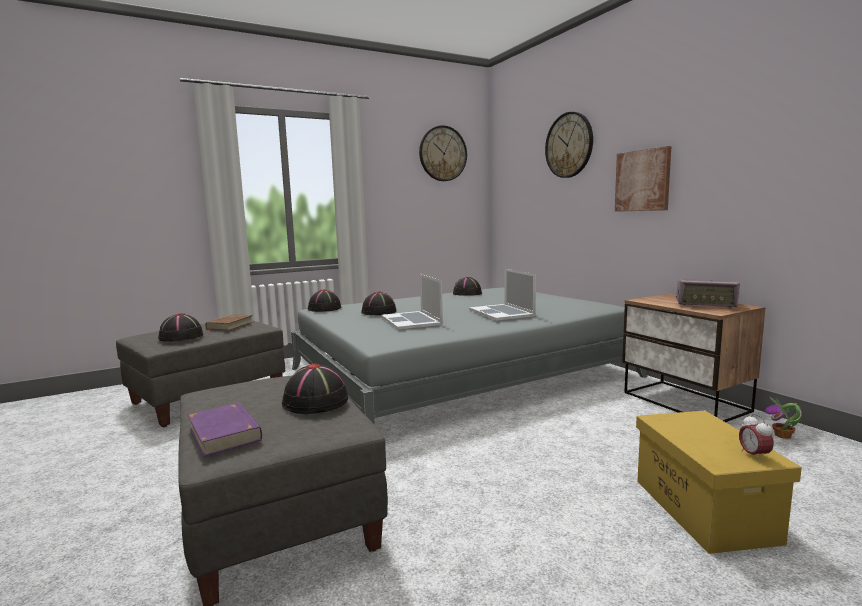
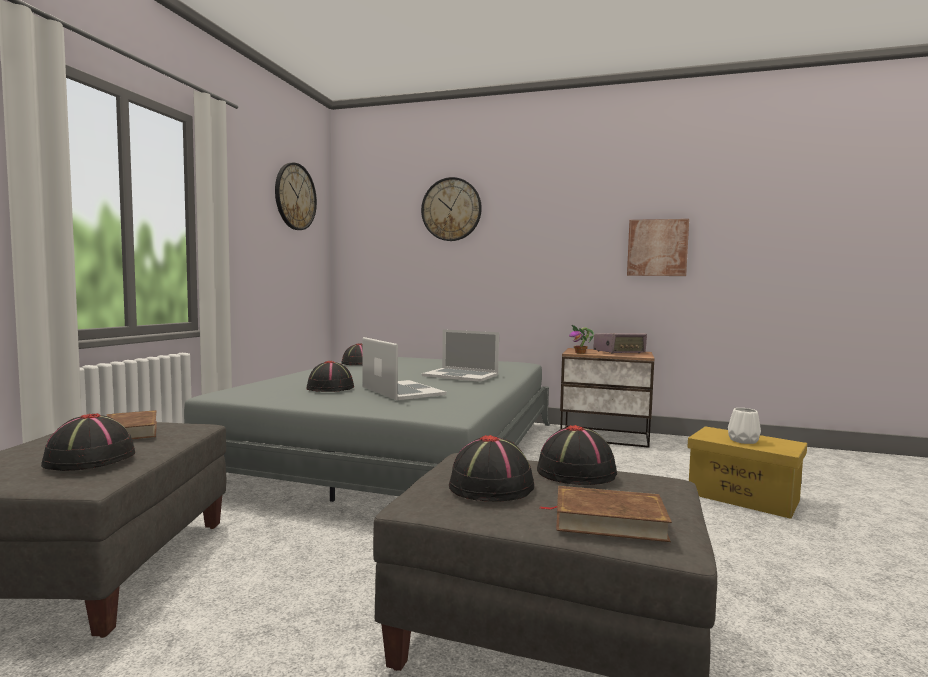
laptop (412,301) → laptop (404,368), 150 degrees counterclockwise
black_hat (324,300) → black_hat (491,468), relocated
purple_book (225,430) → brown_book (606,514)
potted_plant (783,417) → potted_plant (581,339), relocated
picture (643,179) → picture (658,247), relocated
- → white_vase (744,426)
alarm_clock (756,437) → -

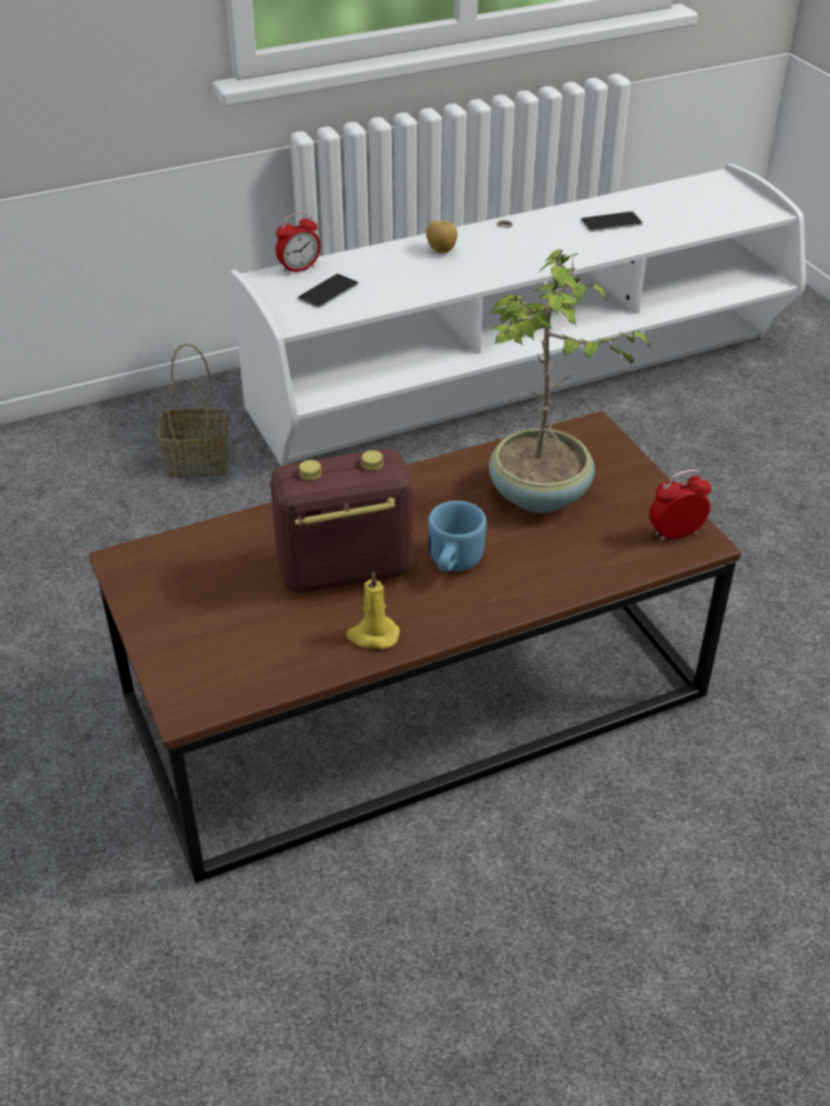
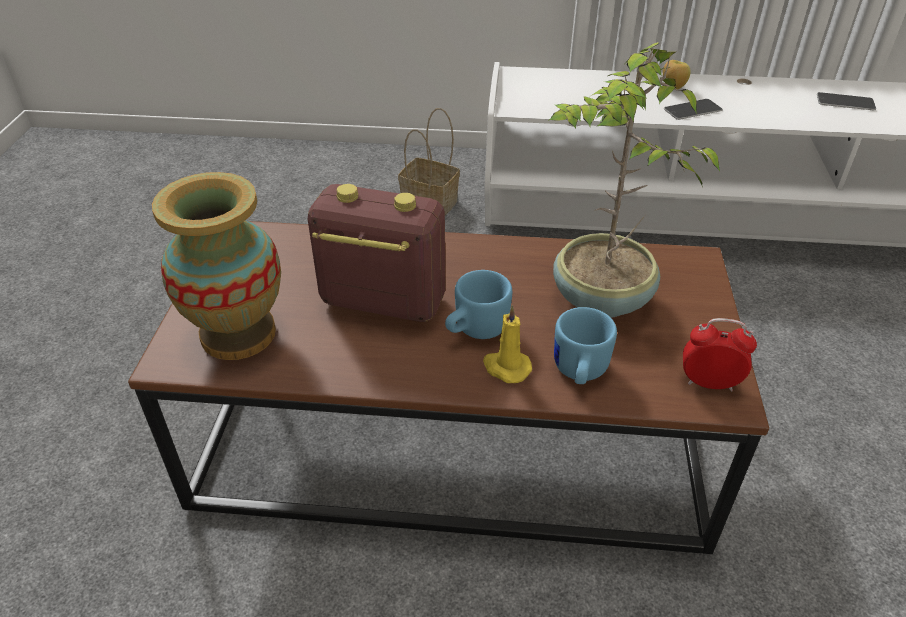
- → vase (216,266)
yellow_candle (373,610) → yellow_candle (507,344), relocated
- → blue_mug (585,345)
phone (328,291) → phone (693,109), relocated
alarm_clock (298,243) → -

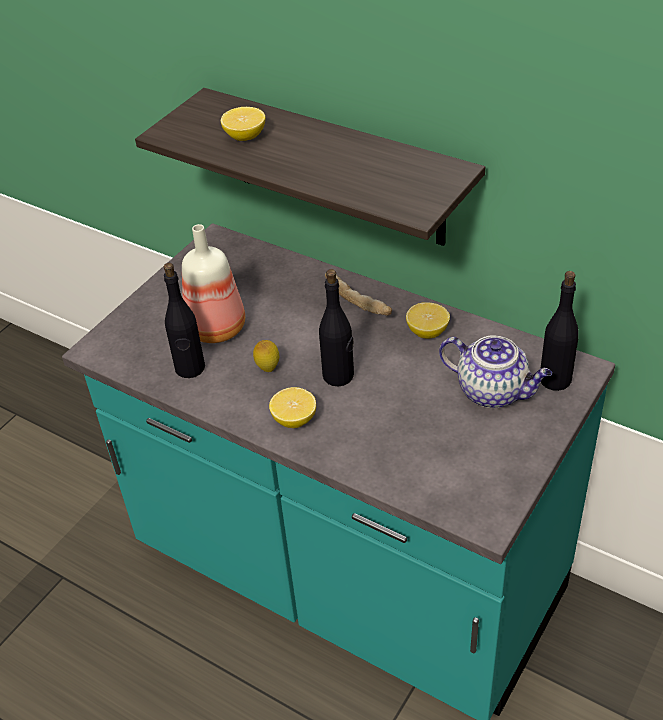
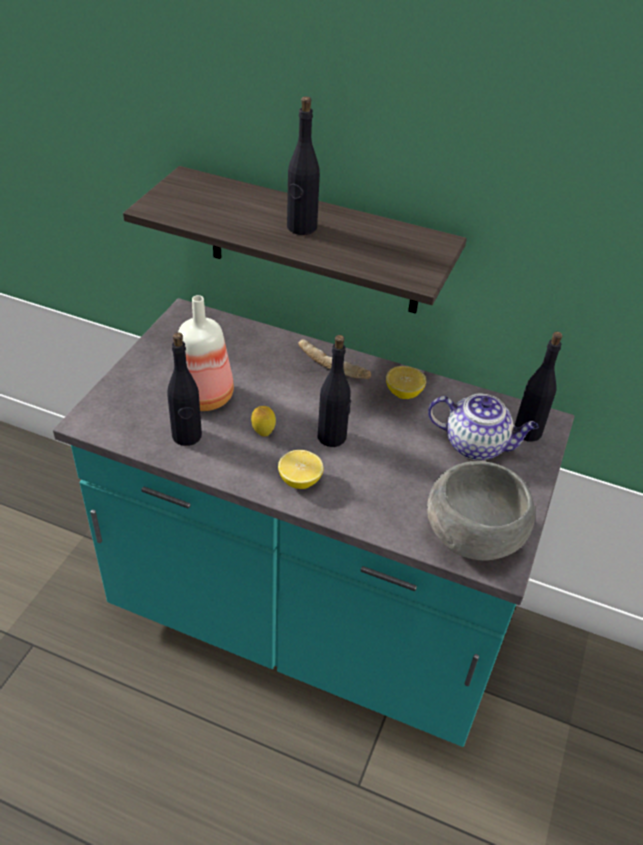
- → black_bottle (303,165)
- → grey_bowl (481,511)
lemon (243,124) → -

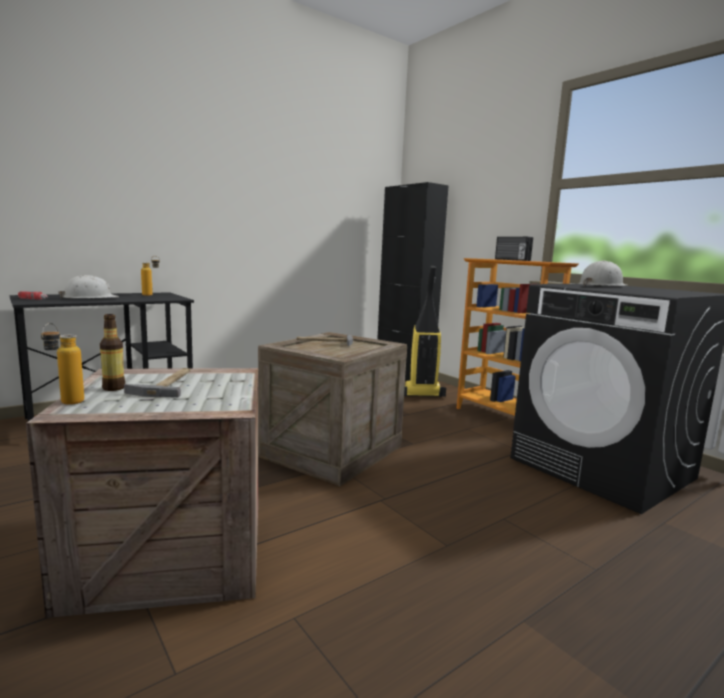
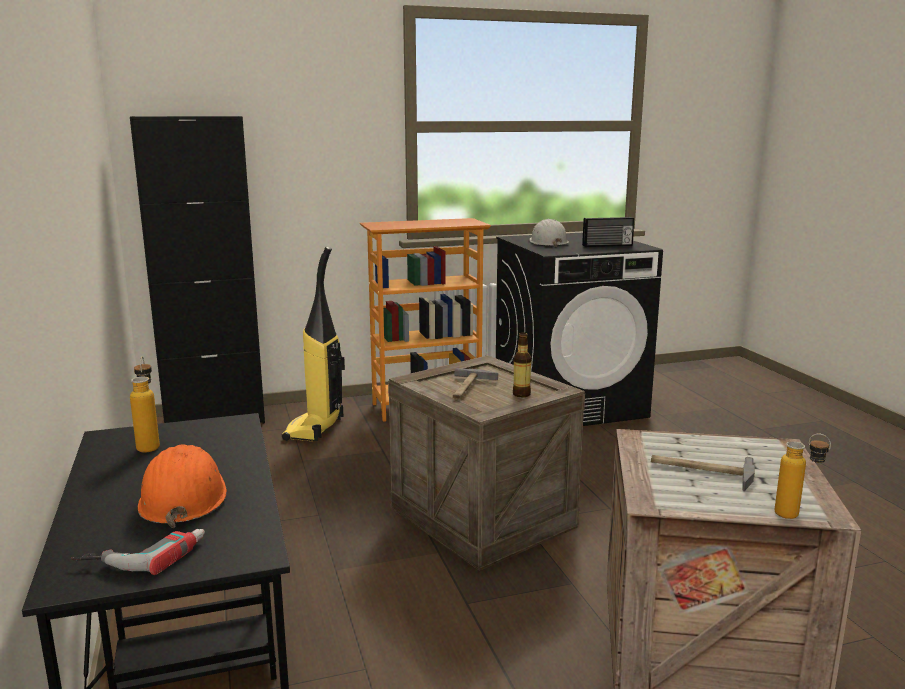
white_hard_hat (89,286) → orange_hard_hat (182,486)
bottle (112,352) → bottle (522,364), relocated
radio (514,249) → radio (608,232), relocated

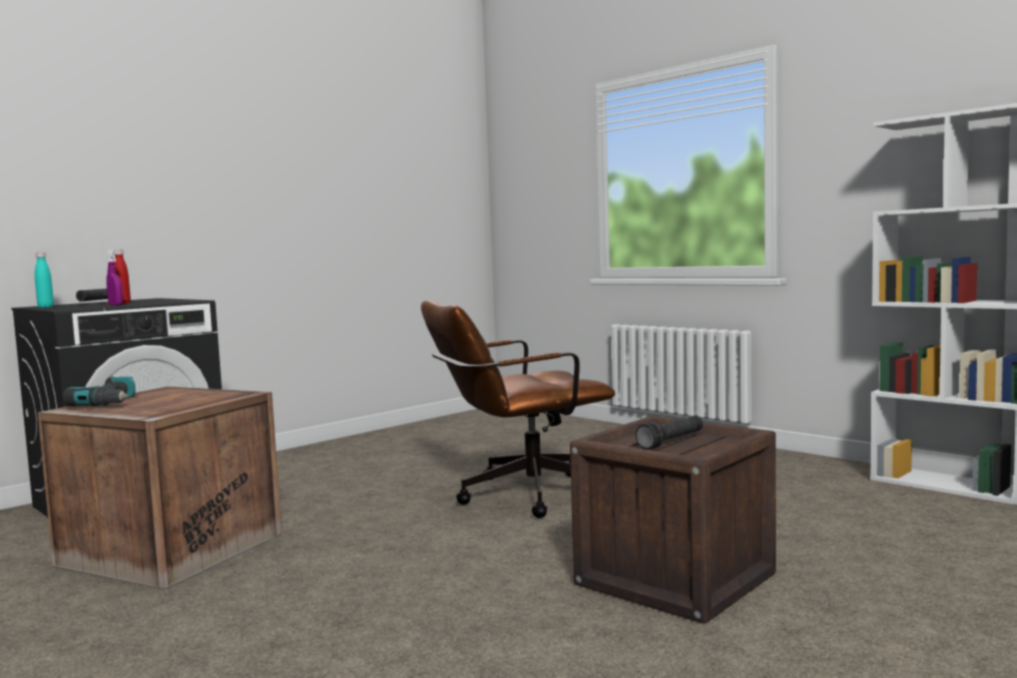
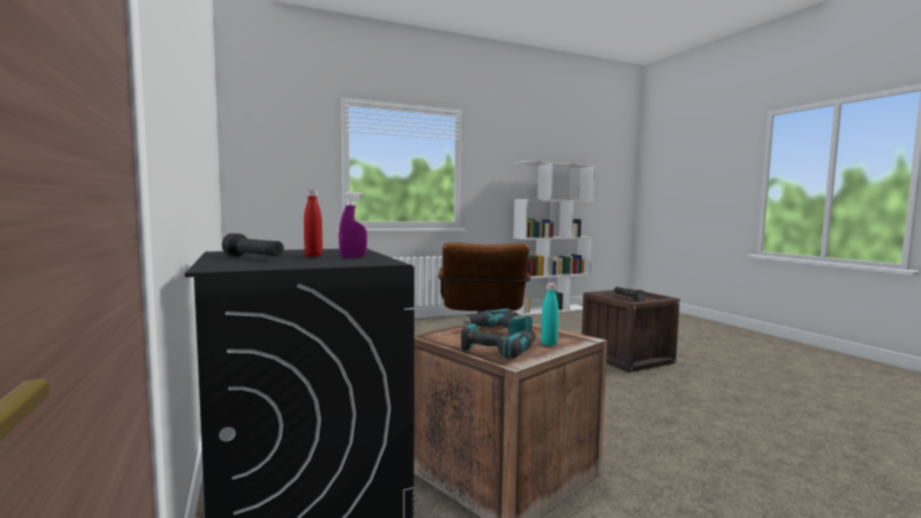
- → power_drill (497,322)
turquoise_bottle (44,280) → turquoise_bottle (550,314), relocated

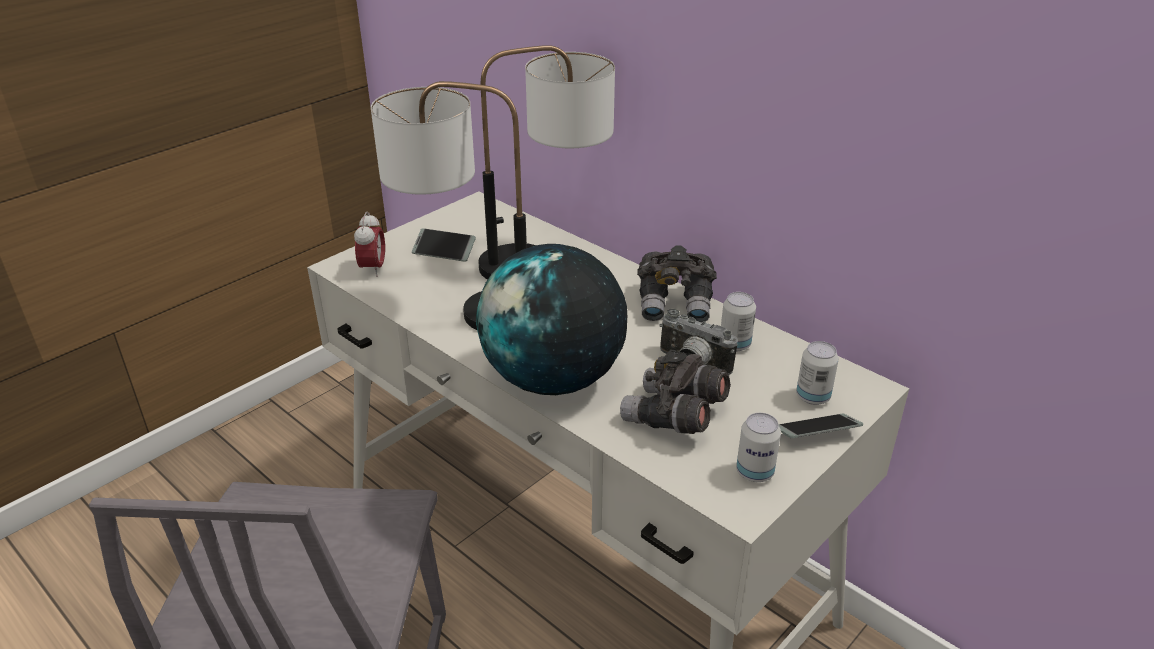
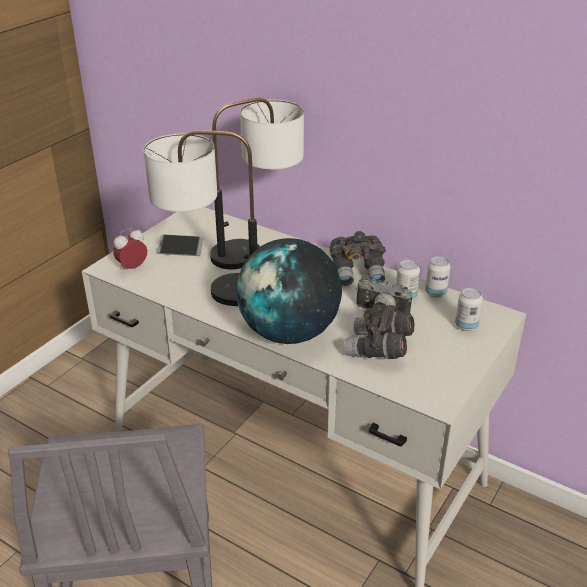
alarm_clock (369,244) → alarm_clock (130,248), 120 degrees counterclockwise
can (758,447) → can (438,277), relocated
phone (820,426) → -

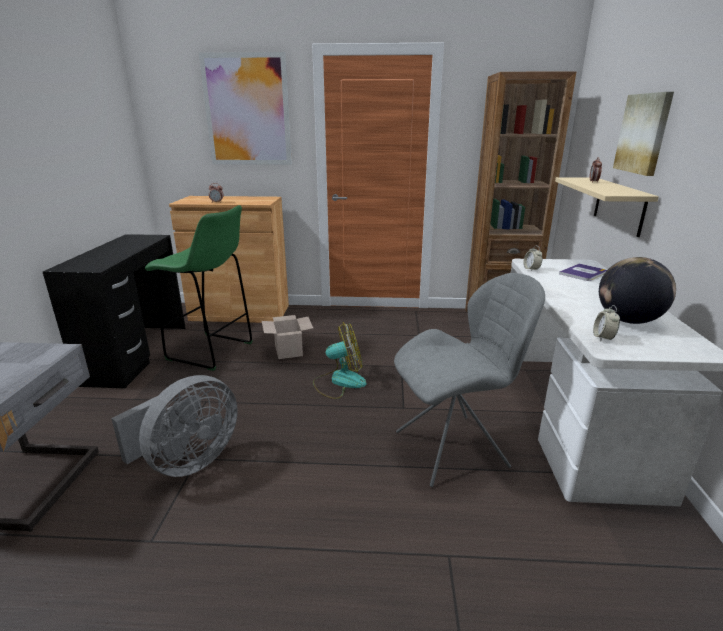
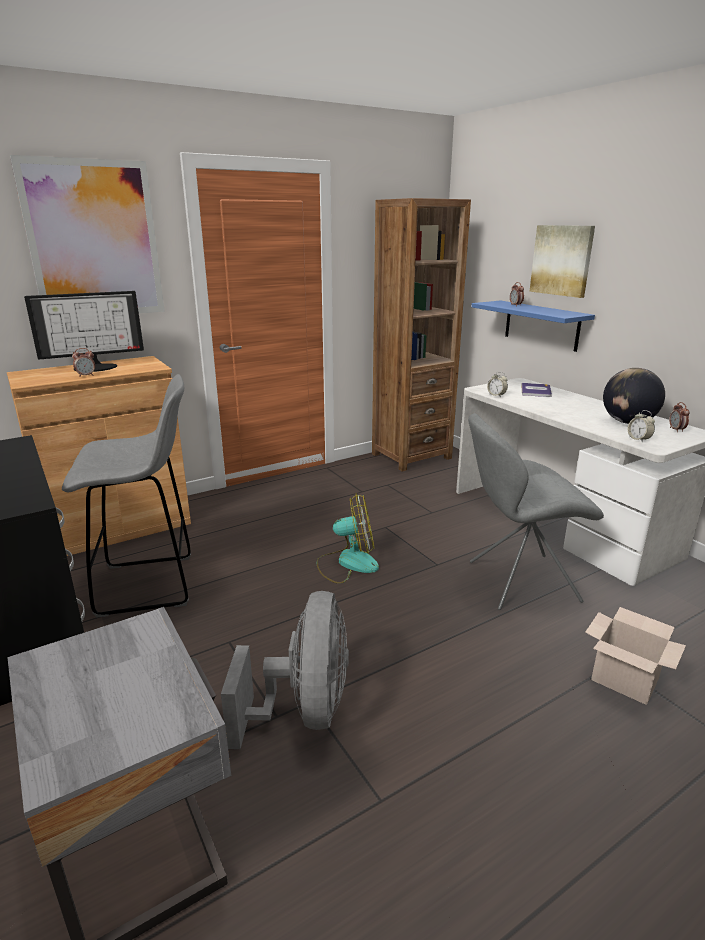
- → monitor (84,331)
green_stool (199,288) → grey_stool (126,496)
fan (339,360) → fan (348,538), 45 degrees clockwise
grey_chair (469,380) → grey_chair (536,511), 135 degrees counterclockwise
beige_shelf (607,207) → blue_shelf (533,326)
cardboard_box (287,337) → cardboard_box (635,656), relocated
- → alarm_clock (679,417)

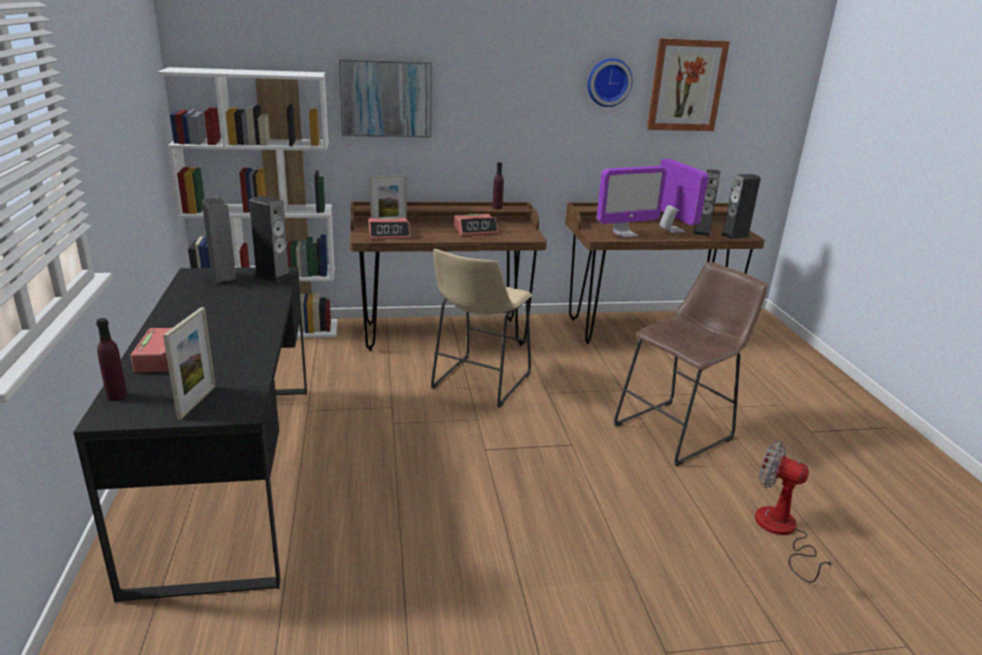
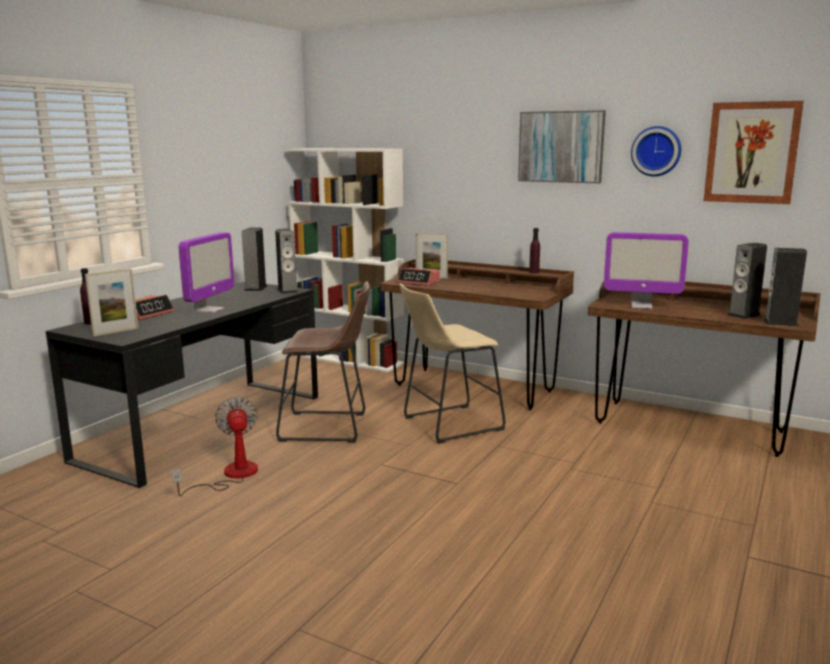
fan (795,512) → fan (214,446), relocated
monitor (684,196) → monitor (206,272), relocated
brown_stool (691,364) → brown_stool (323,362), relocated
picture (385,98) → picture (562,147), relocated
alarm_clock (476,225) → -

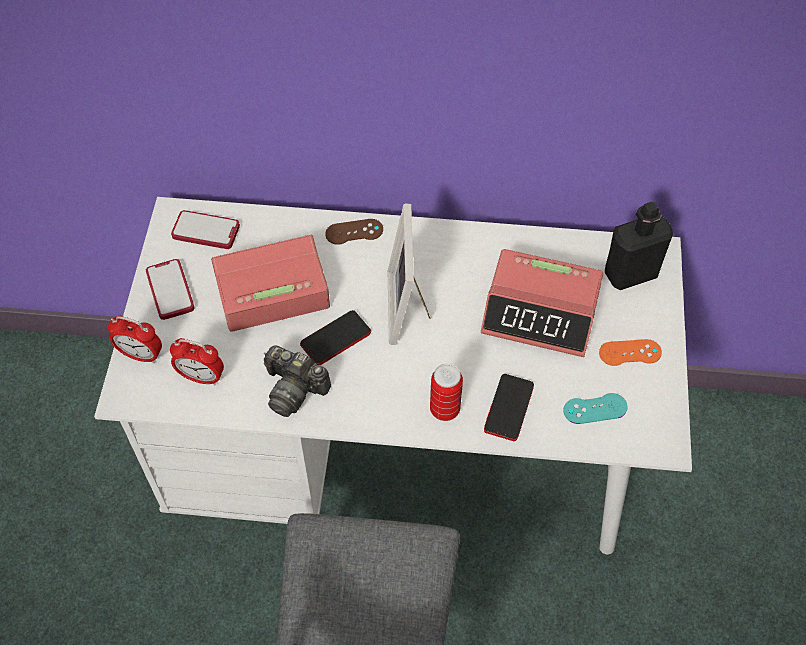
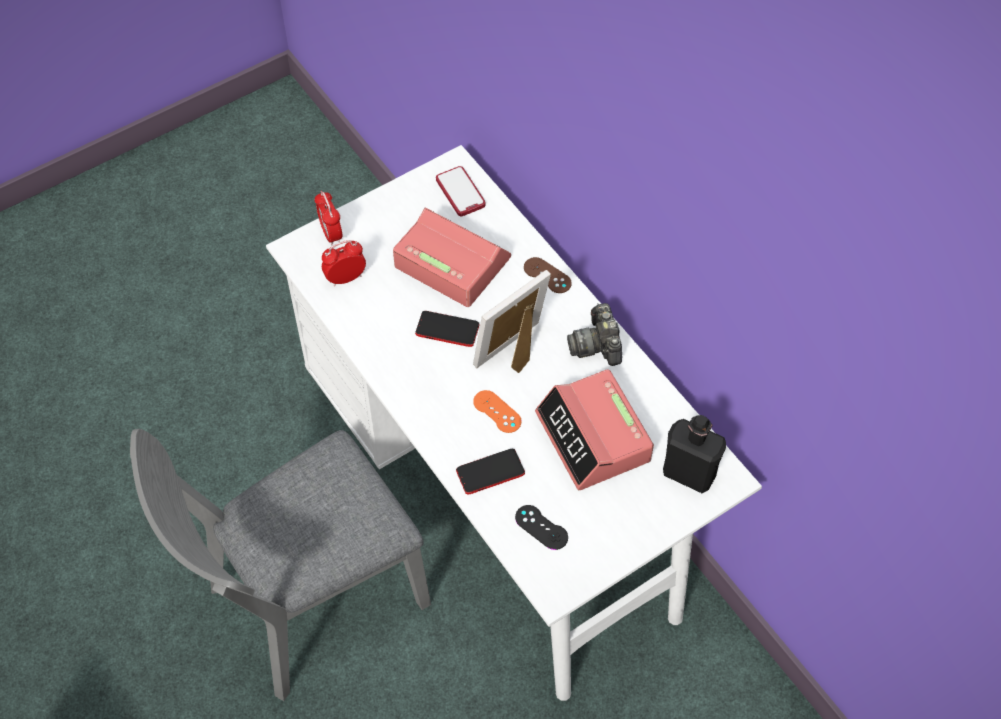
alarm_clock (197,361) → alarm_clock (344,263), 90 degrees clockwise
orange_game_controller (630,352) → orange_game_controller (497,411), relocated
turquoise_game_controller (595,408) → black_game_controller (541,527)
photo_camera (297,381) → photo_camera (594,334), relocated
phone (170,289) → -
can (446,392) → -

